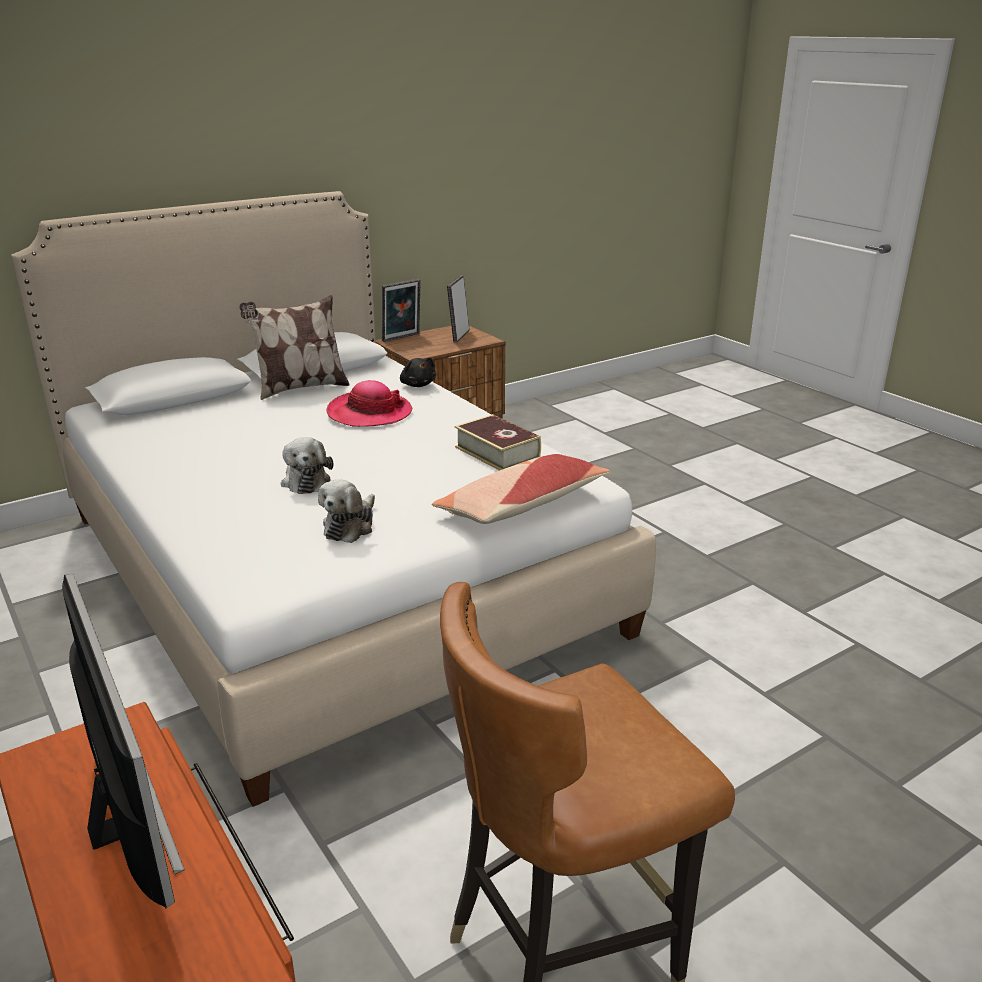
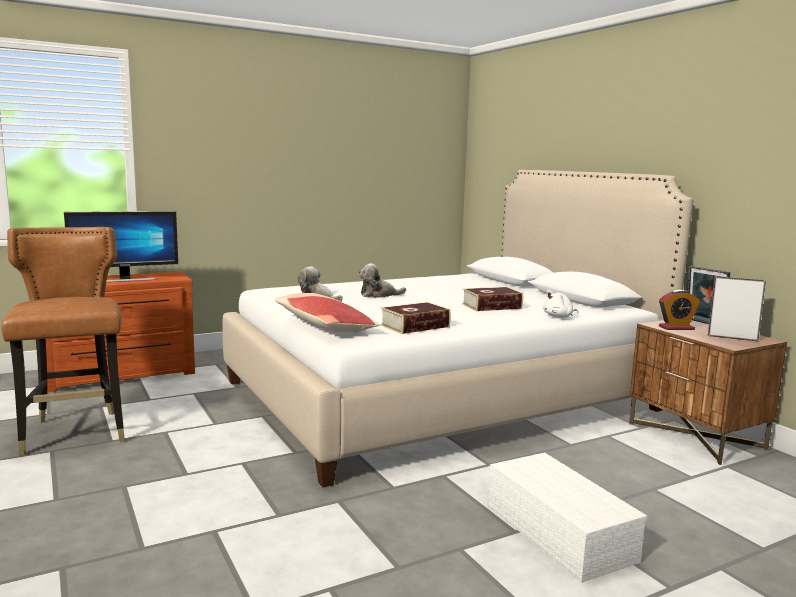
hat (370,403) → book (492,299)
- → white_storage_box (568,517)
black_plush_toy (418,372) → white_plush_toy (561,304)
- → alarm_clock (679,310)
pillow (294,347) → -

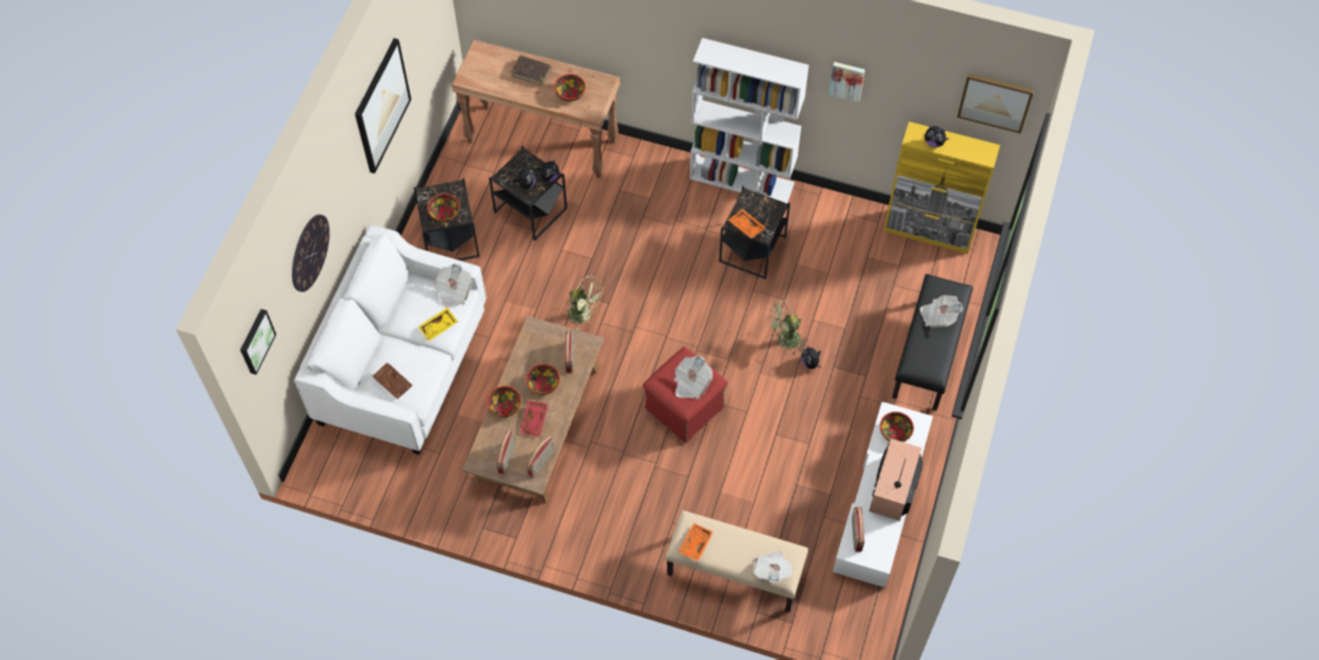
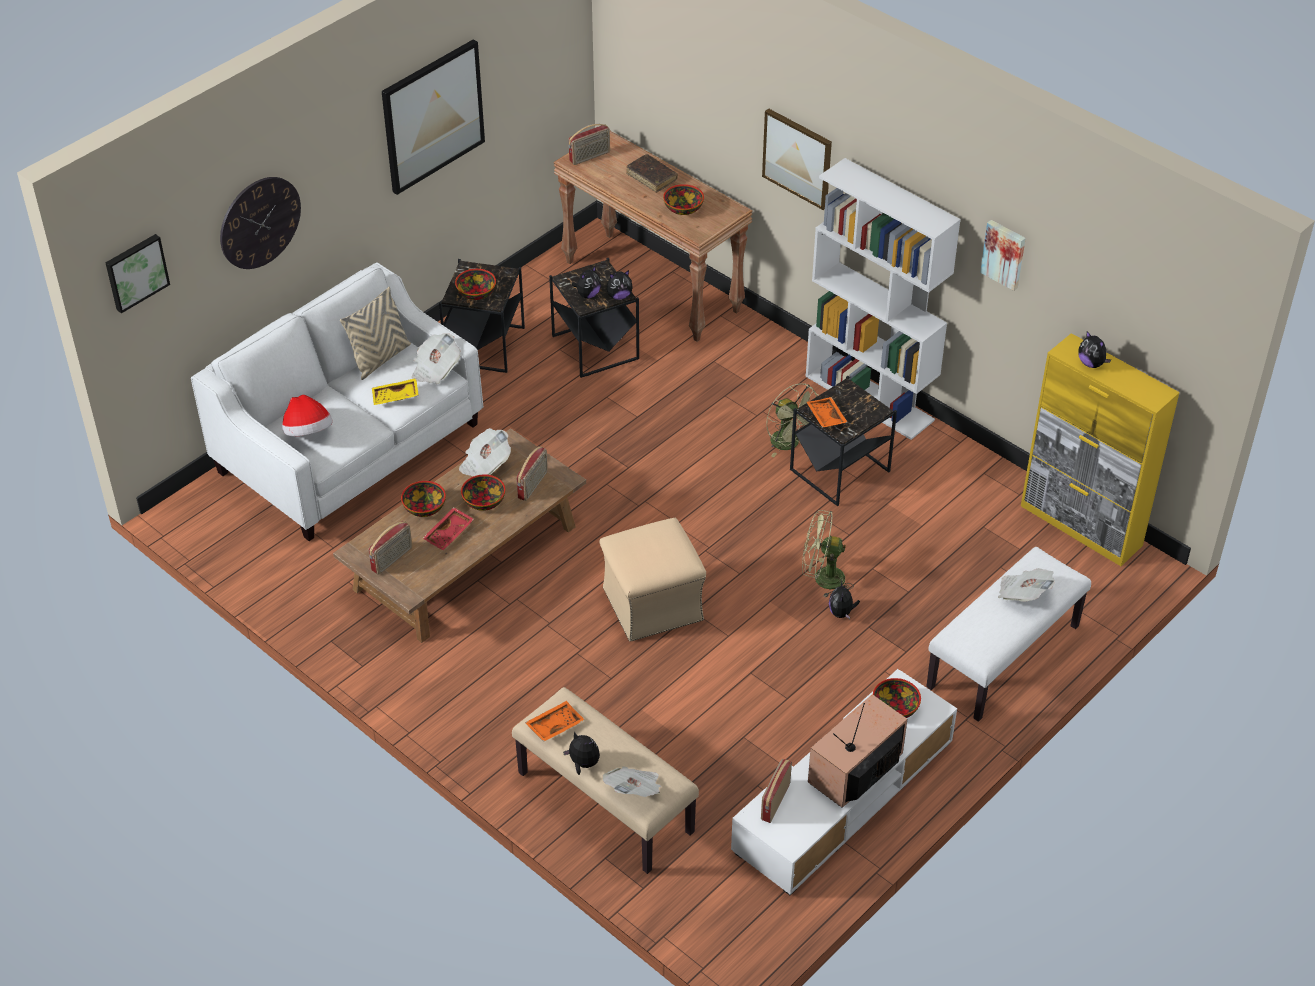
brown_tray (392,381) → hat (307,415)
- → beige_pillow (375,333)
newspaper (693,377) → newspaper (485,452), relocated
- → plush_toy (581,753)
radio (540,456) → radio (589,144), relocated
red_ottoman (685,395) → beige_ottoman (653,579)
picture (995,103) → picture (797,159), relocated
green_fan (585,302) → green_fan (792,420), relocated
black_bench (932,342) → white_bench (1008,634)

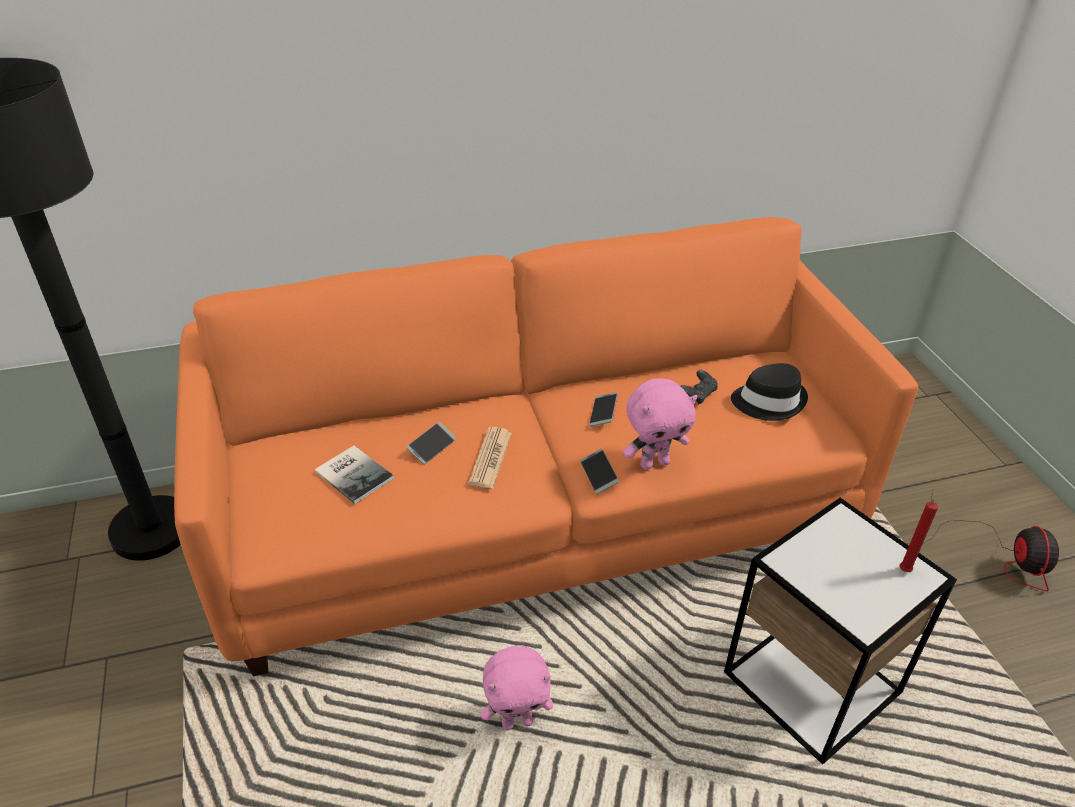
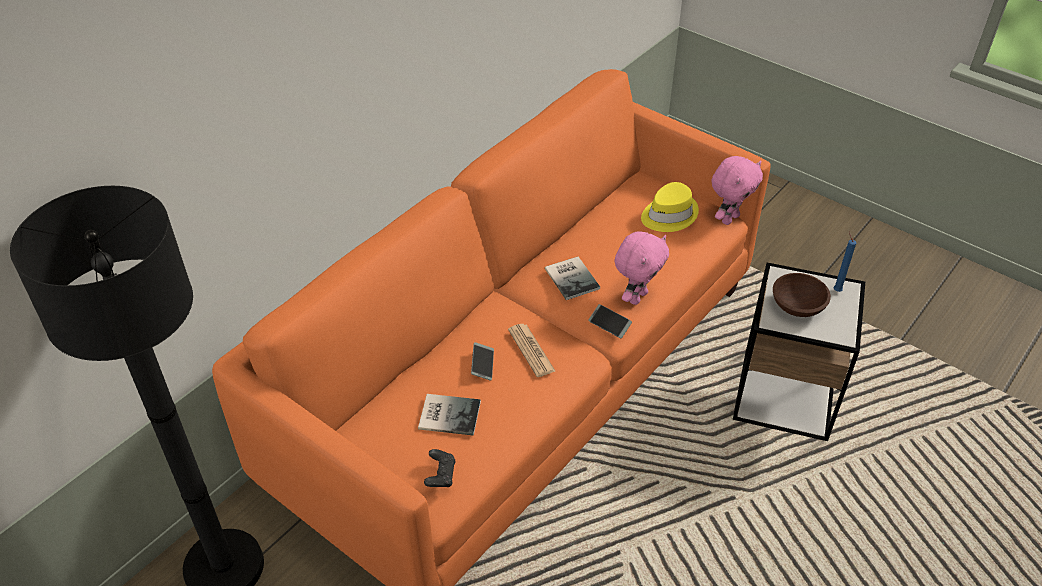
black_game_controller (699,387) → black_game_controller (440,468), relocated
phone (603,409) → book (572,278)
black_hat (769,392) → yellow_hat (670,207)
pink_plush_toy (517,688) → pink_plush_toy (737,190), relocated
- → brown_bowl (802,295)
red_candle (919,530) → blue_candle (845,262)
fan (982,555) → -

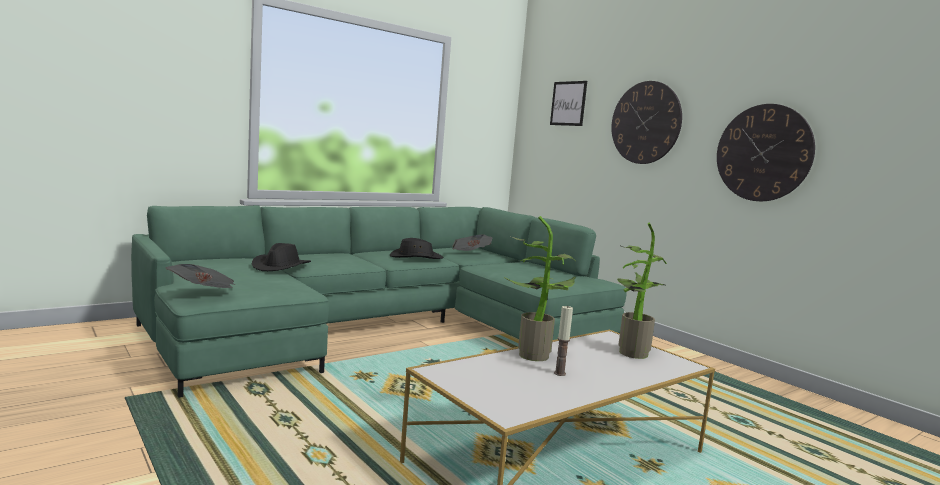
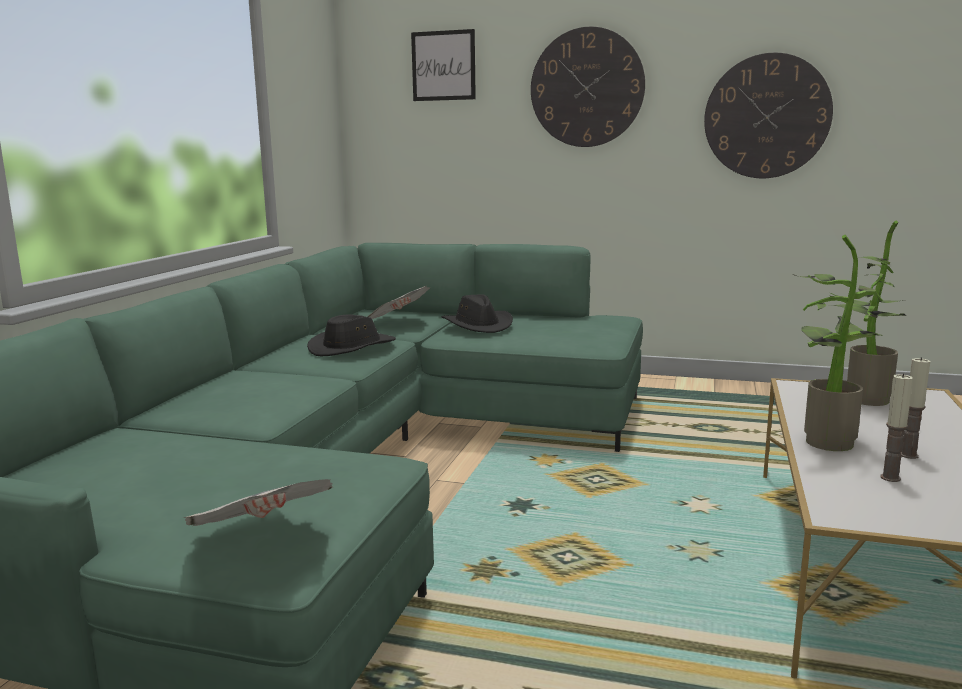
black_hat (281,257) → black_hat (477,314), relocated
- → candle (896,427)

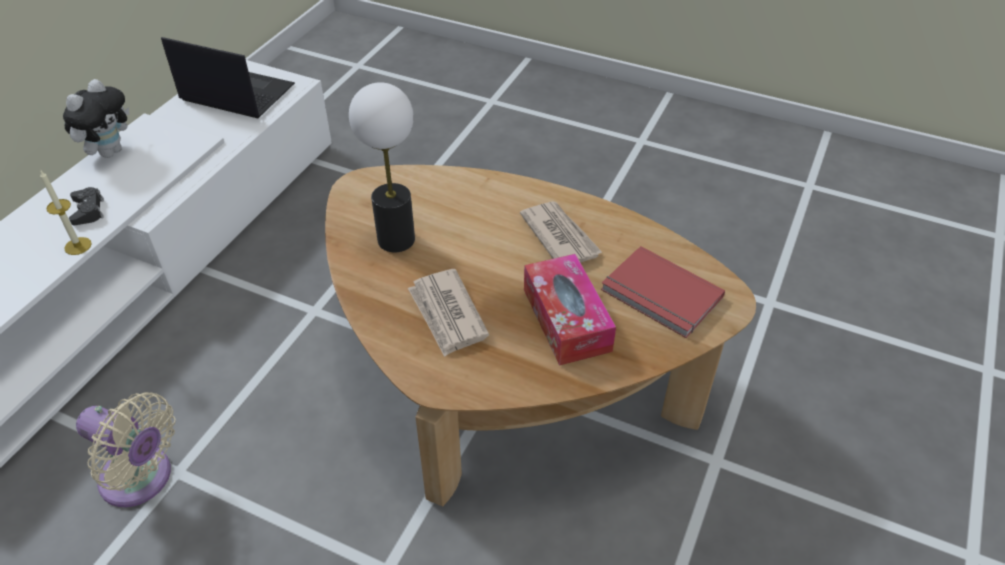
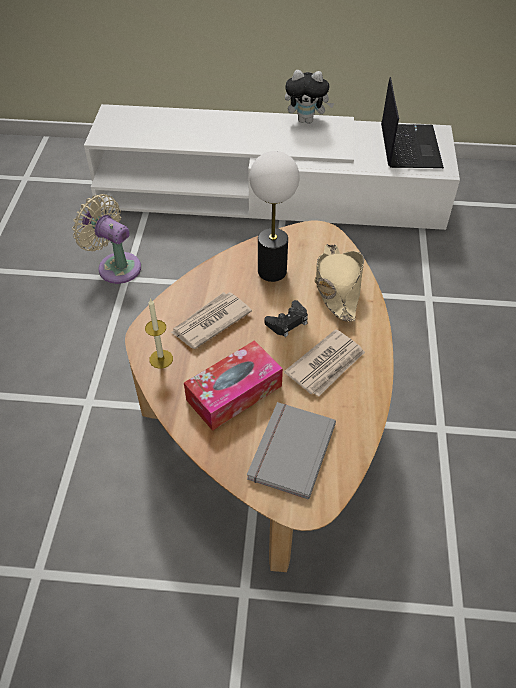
beige_fan (126,449) → beige_fan (106,239), 120 degrees clockwise
candle (66,213) → candle (159,333), relocated
red_book (663,292) → grey_book (291,450)
black_game_controller (86,206) → black_game_controller (286,318), relocated
- → beige_hat (339,283)

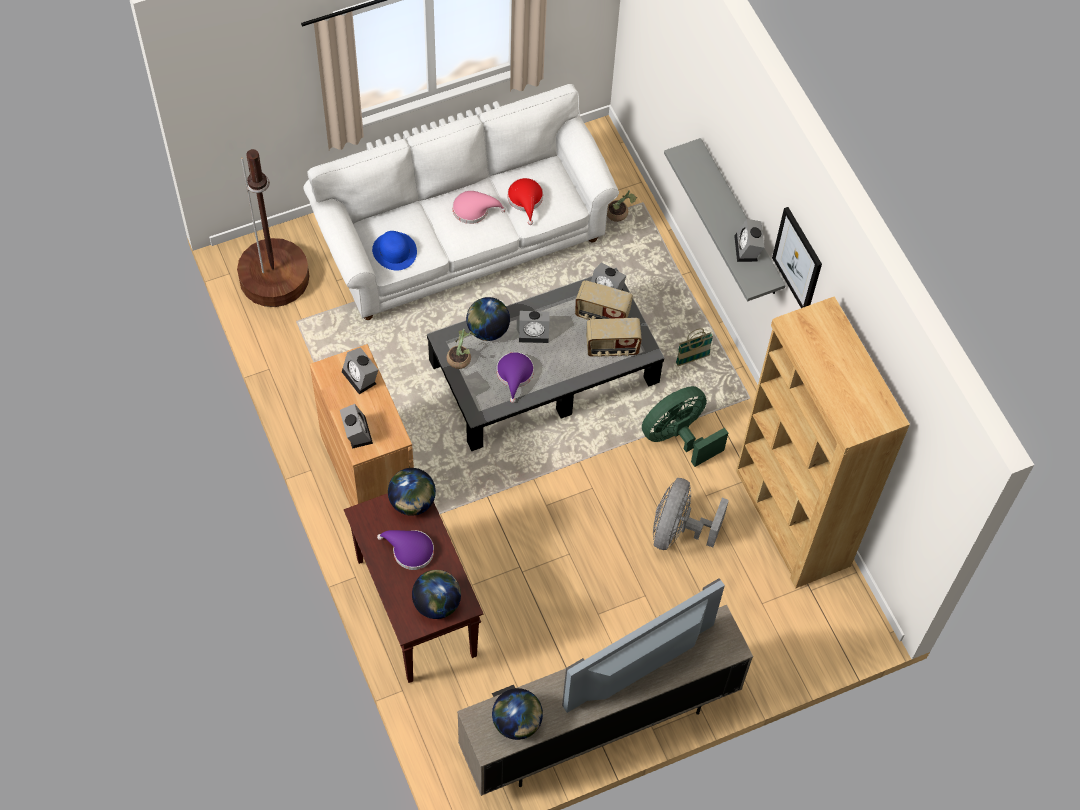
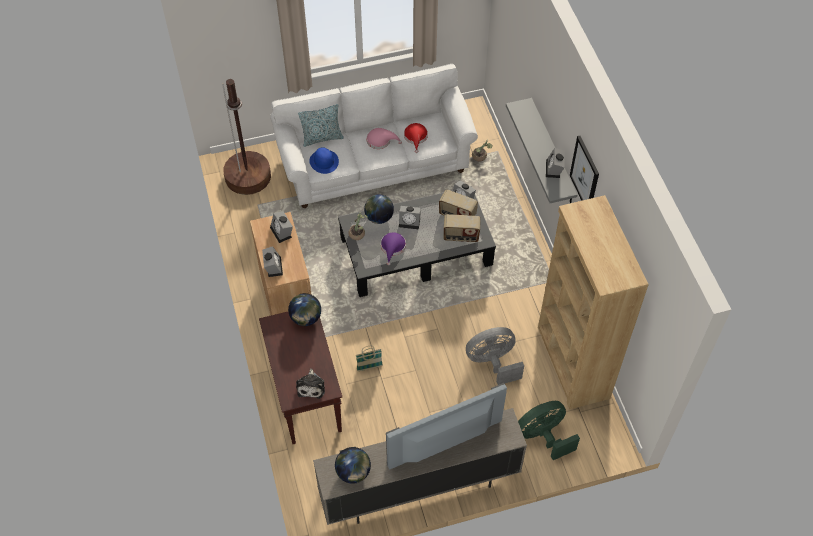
globe (436,594) → plush_toy (310,384)
- → pillow (321,125)
basket (694,347) → basket (369,358), relocated
grey_fan (691,514) → grey_fan (495,356), 45 degrees clockwise
green_fan (685,426) → green_fan (549,430), relocated
purple_hat (405,550) → -

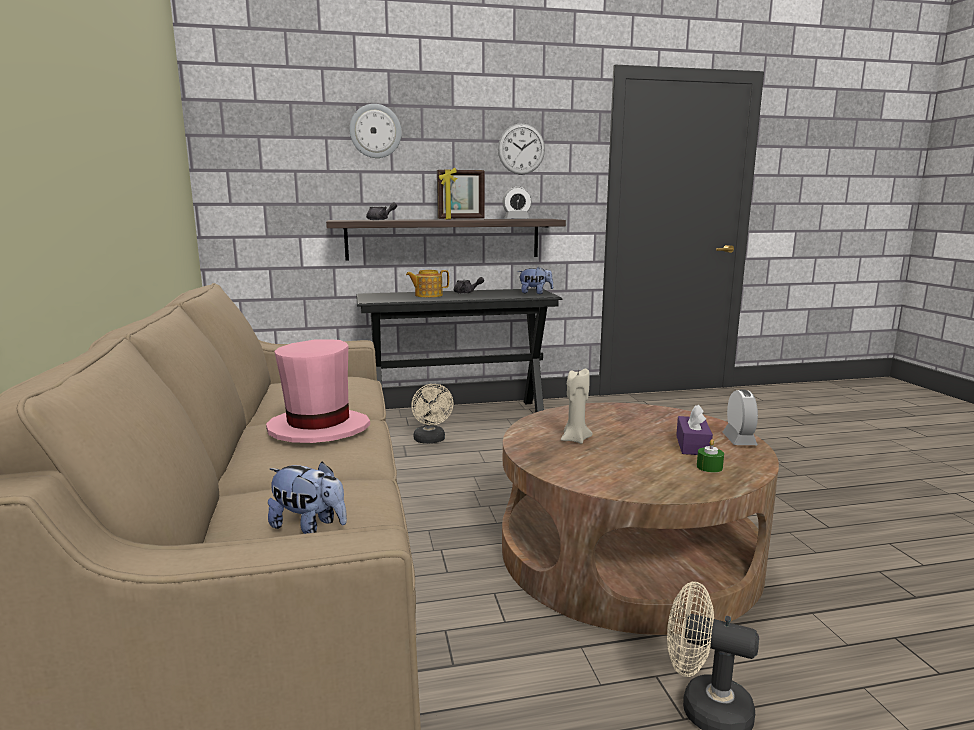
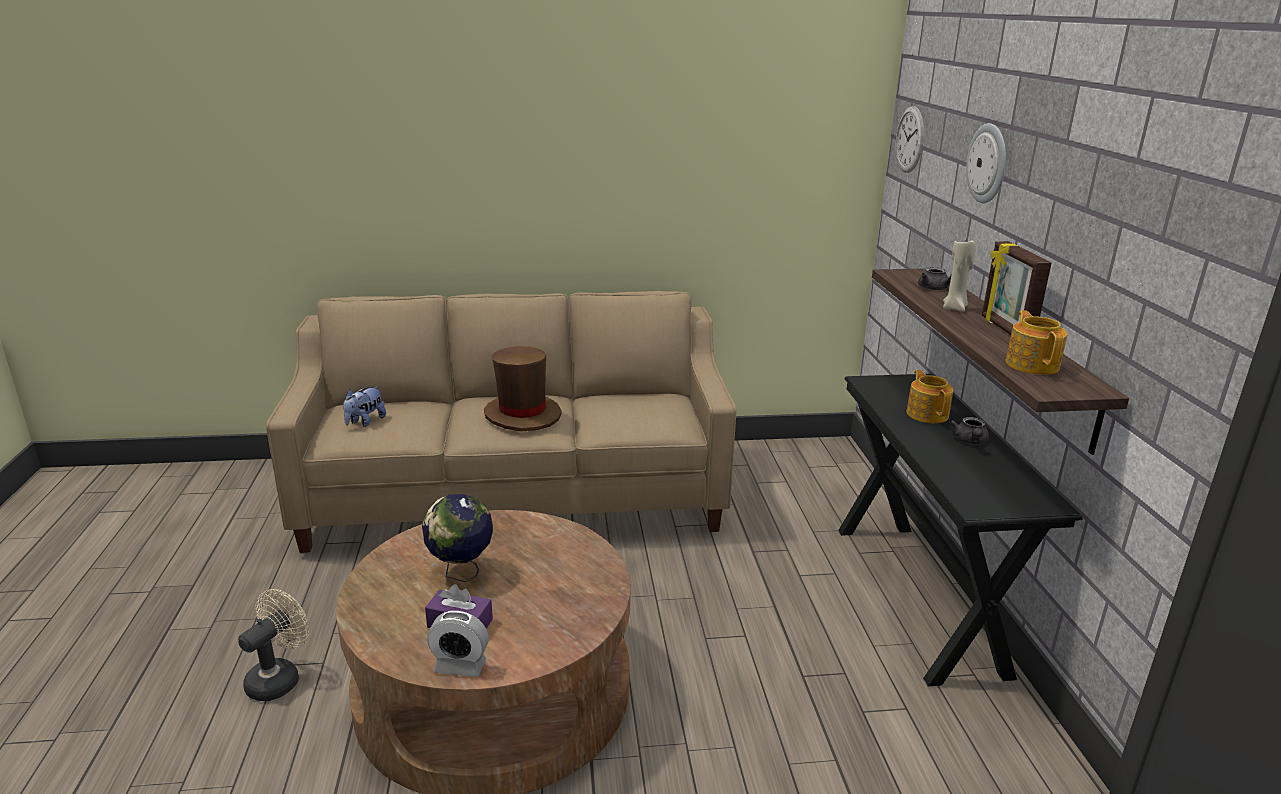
- → globe (457,538)
pink_hat (318,391) → brown_hat (523,389)
wall_clock (521,149) → wall_clock (910,139), relocated
beige_candle (577,406) → beige_candle (959,276), relocated
alarm_clock (517,202) → teapot (1037,342)
beige_fan (432,414) → -
plush_toy (535,280) → -
green_candle (710,456) → -

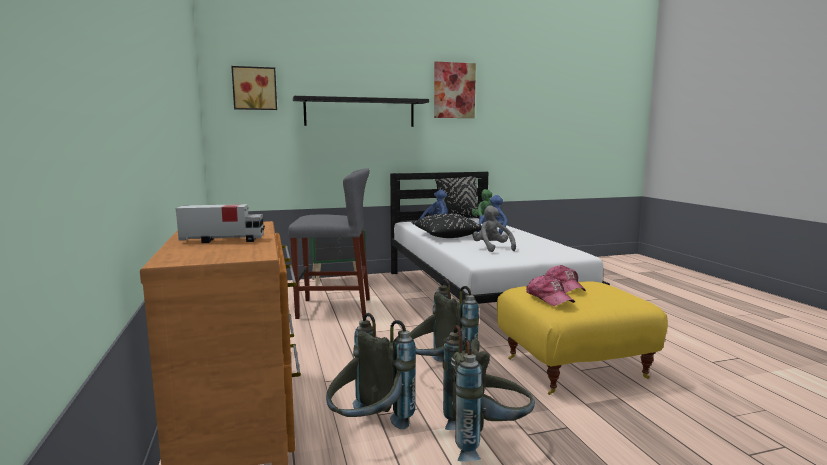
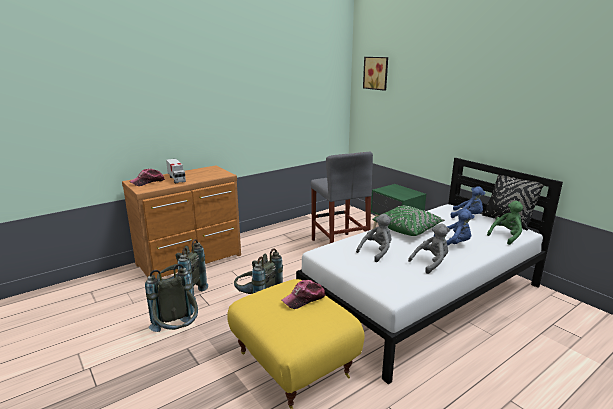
cap (550,290) → cap (147,177), relocated
black_pillow (447,226) → green_pillow (408,221)
- → grey_plush_toy (429,249)
black_shelf (361,111) → -
picture (455,89) → -

